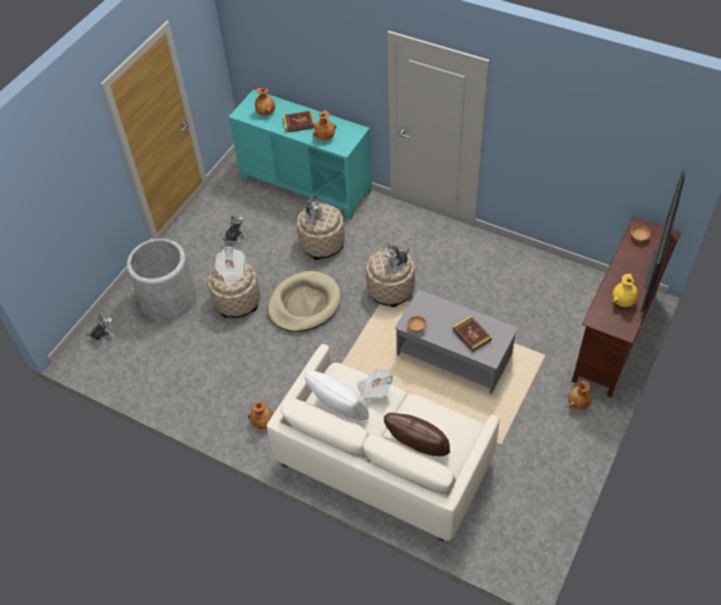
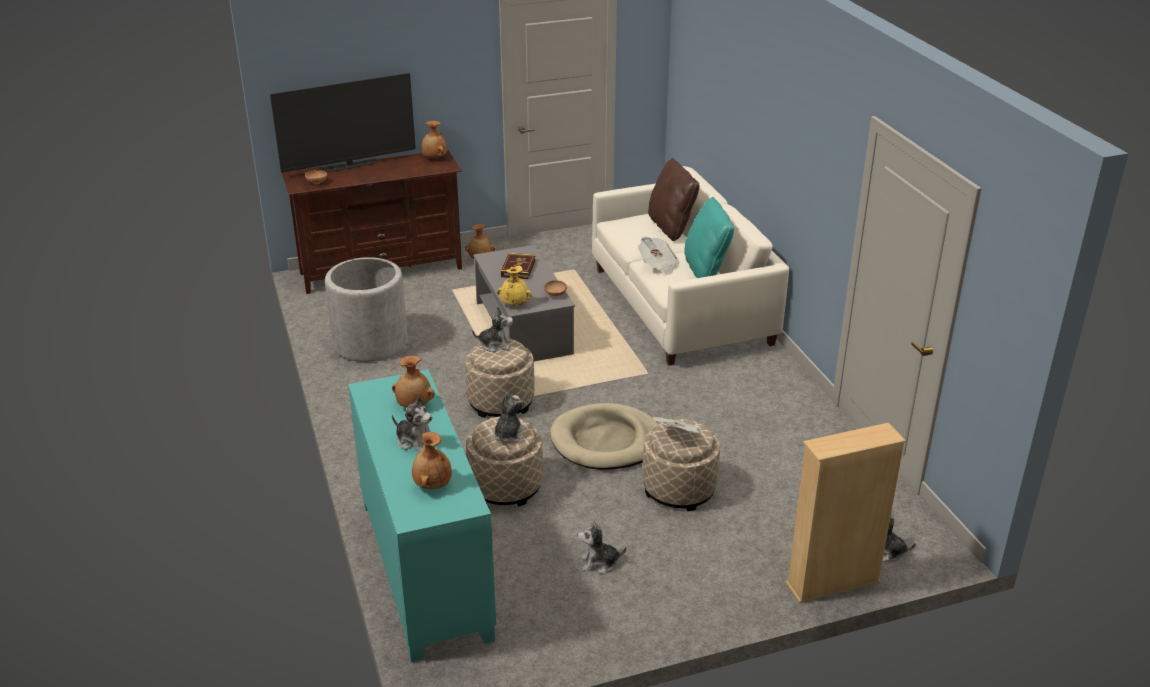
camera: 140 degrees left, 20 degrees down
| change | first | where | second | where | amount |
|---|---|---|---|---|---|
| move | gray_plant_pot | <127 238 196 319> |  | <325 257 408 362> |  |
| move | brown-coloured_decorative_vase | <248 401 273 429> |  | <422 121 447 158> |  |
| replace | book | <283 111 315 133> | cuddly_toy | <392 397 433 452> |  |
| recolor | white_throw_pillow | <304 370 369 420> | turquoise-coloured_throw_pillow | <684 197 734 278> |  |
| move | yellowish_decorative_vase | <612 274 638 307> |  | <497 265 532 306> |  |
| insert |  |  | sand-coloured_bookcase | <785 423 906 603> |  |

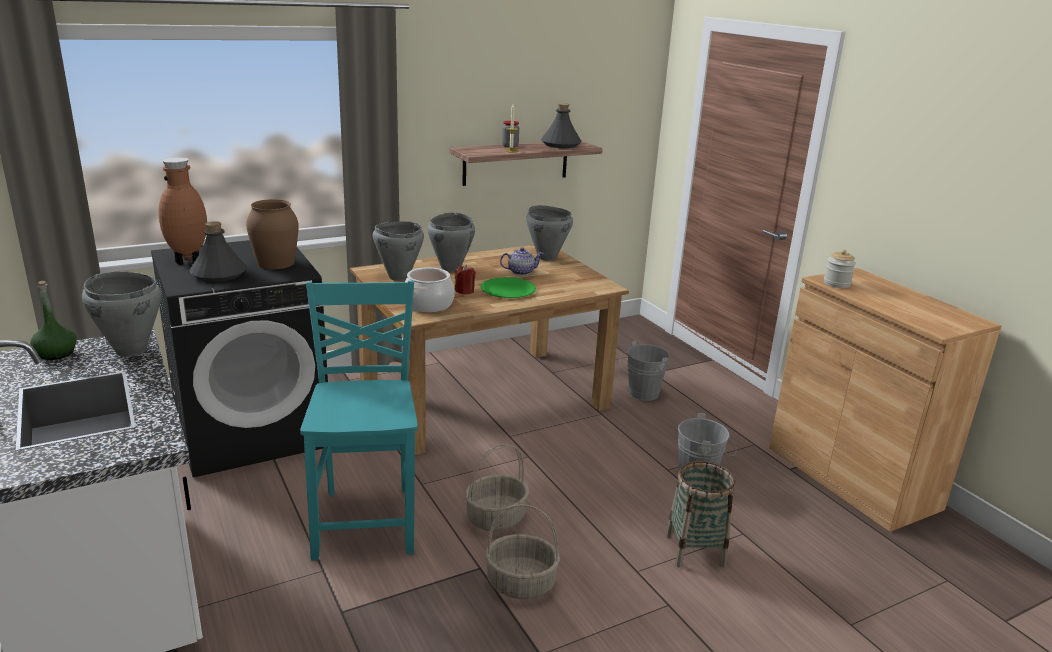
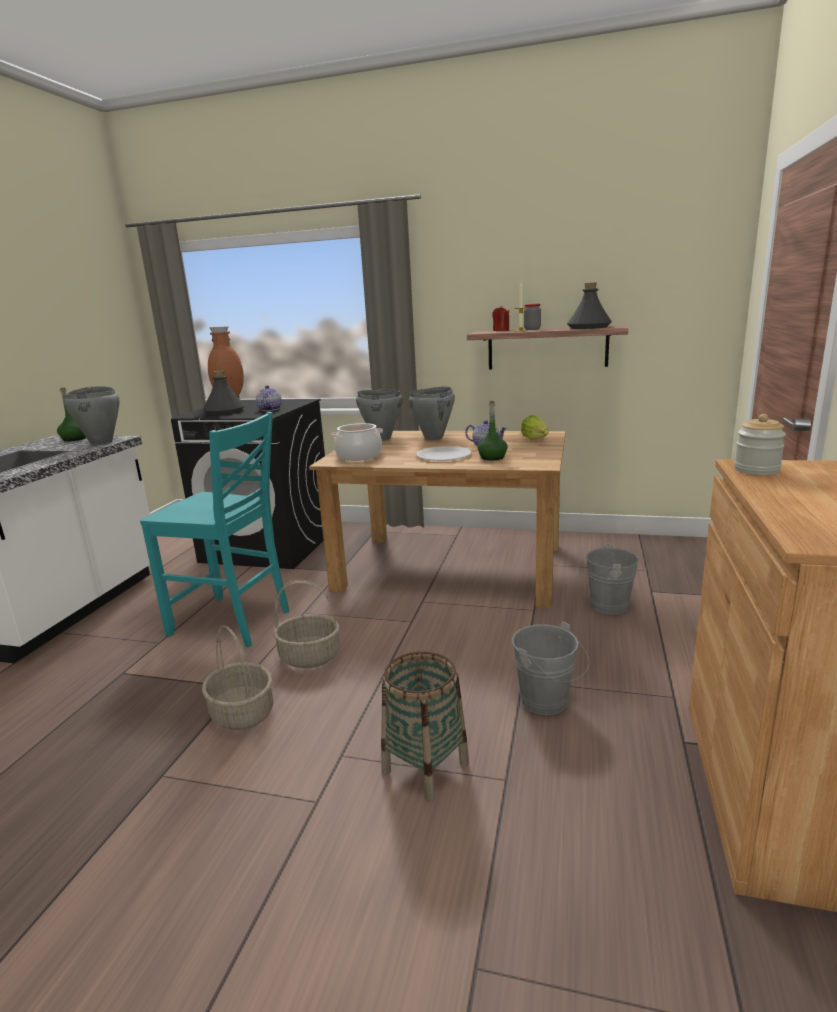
camera: 45 degrees right, 5 degrees down
| change | first | where | second | where | amount |
|---|---|---|---|---|---|
| replace | brown-coloured_decorative_vase | <246 199 299 269> | teapot | <256 385 282 411> |  |
| rotate | turquoise-coloured_upright_chair | <300 281 418 560> |  | <140 412 289 647> | 75 degrees clockwise |
| move | reddish_wax_light | <455 265 476 294> |  | <492 306 509 331> |  |
| recolor | green_dinner_plate | <481 277 536 298> | white_dinner_plate | <416 446 472 461> |  |
| replace | gray_stockpot | <526 205 573 261> | head_of_lettuce | <521 415 549 440> |  |
| insert |  |  | green_drink_bottle | <477 401 508 460> |  |

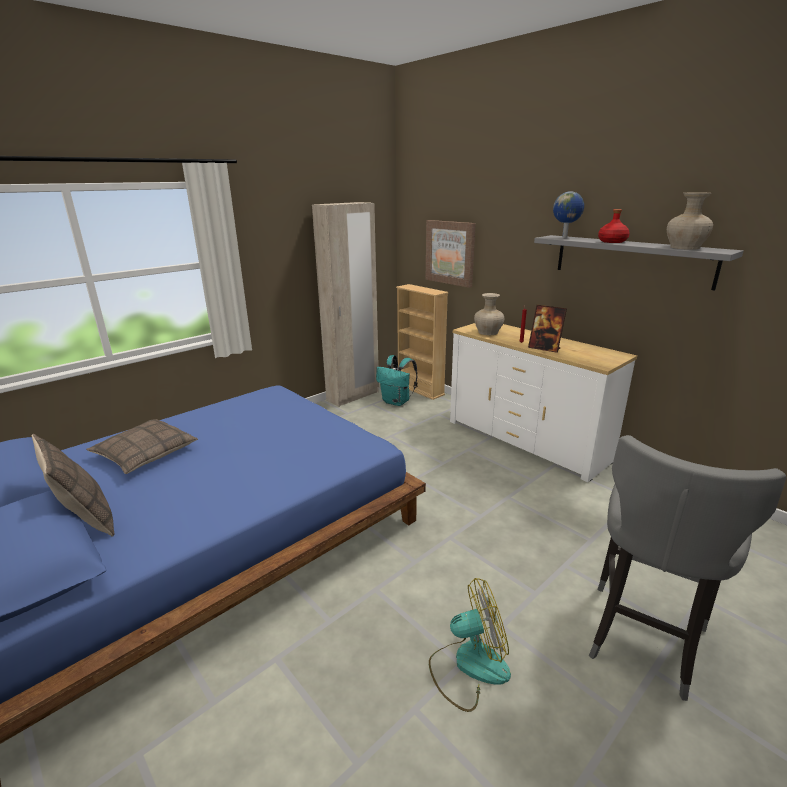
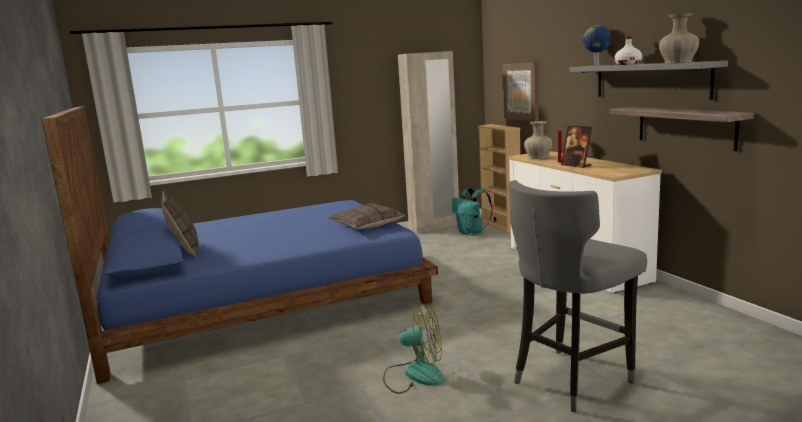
camera: 20 degrees right, 10 degrees down
| change | first | where | second | where | amount |
|---|---|---|---|---|---|
| move | throw_pillow | <86 419 198 474> |  | <327 203 406 229> |  |
| recolor | reddish_drink_bottle | <598 209 630 243> | white_drink_bottle | <614 35 642 65> |  |
| insert |  |  | shelf | <609 107 754 151> |  |

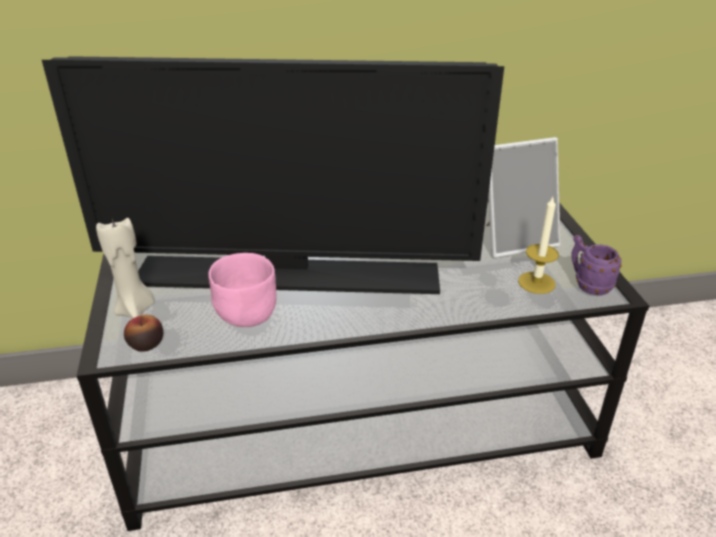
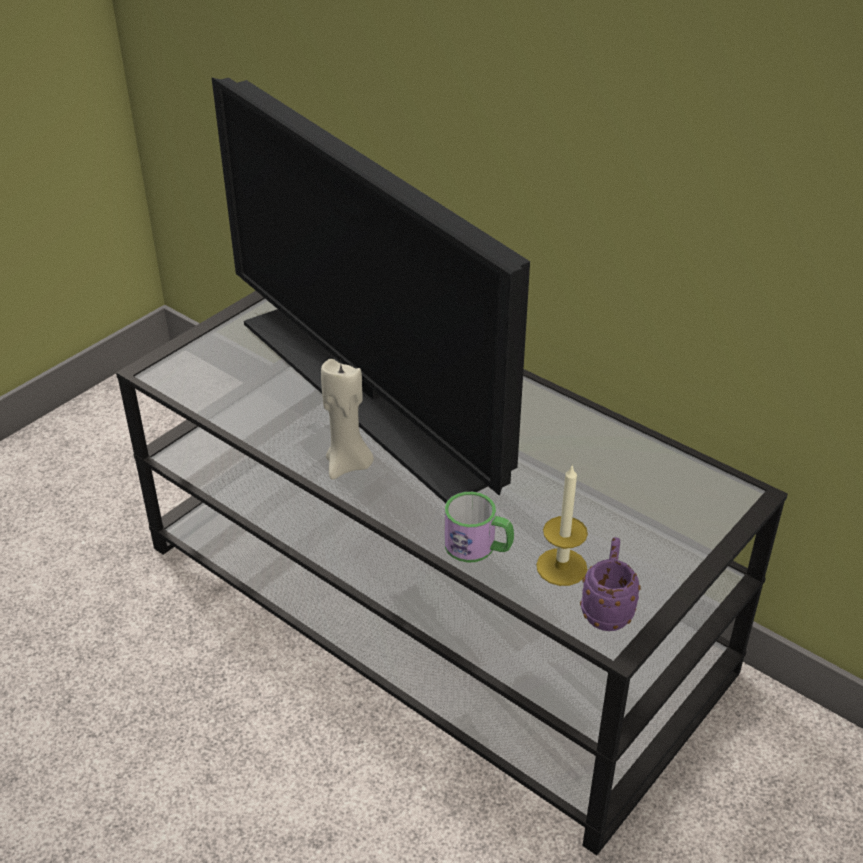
camera: 50 degrees right, 5 degrees up
| change | first | where | second | where | amount |
|---|---|---|---|---|---|
| move | sand-coloured_wax_light | <96 218 154 319> |  | <321 359 374 480> |  |
| delete | apple | <124 315 163 352> |  |  |  |
| delete | pink_deep_dish | <208 253 276 327> |  |  |  |
| delete | picture_frame | <486 137 560 258> |  |  |  |
| insert |  |  | mug | <444 492 514 562> |  |

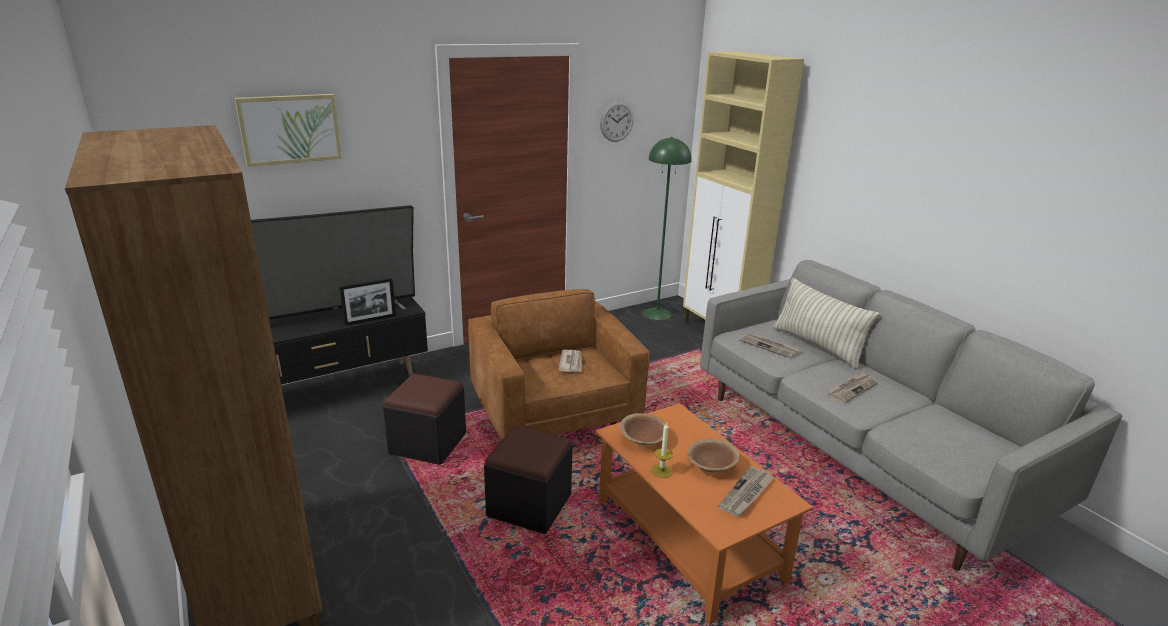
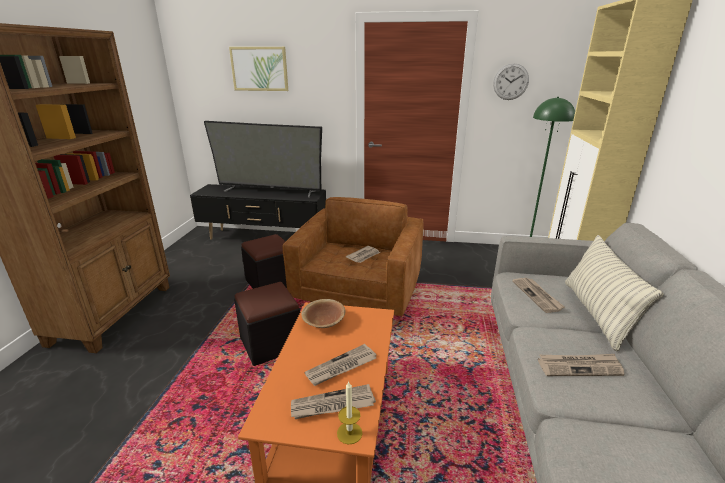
camera: 40 degrees right, 0 degrees up
| change | first | where | second | where | amount |
|---|---|---|---|---|---|
| delete | picture_frame | <339 278 396 326> |  |  |  |
| move | wax_light | <651 422 673 478> |  | <337 382 362 445> |  |
| replace | brown-coloured_deep_dish | <688 439 740 473> | printed_paper | <305 344 377 386> |  |

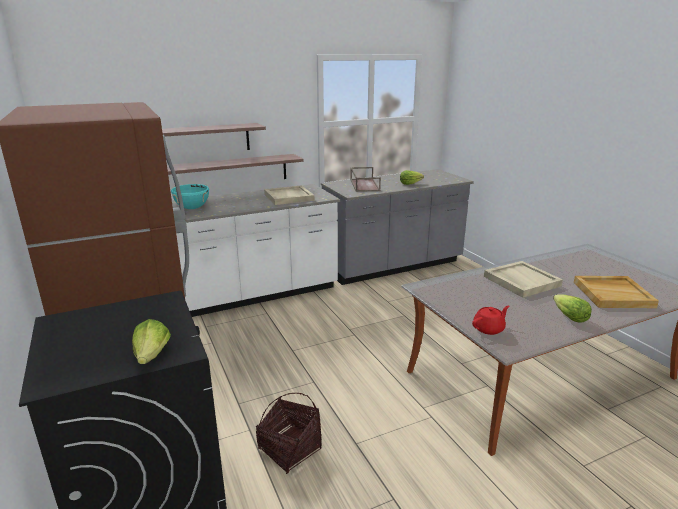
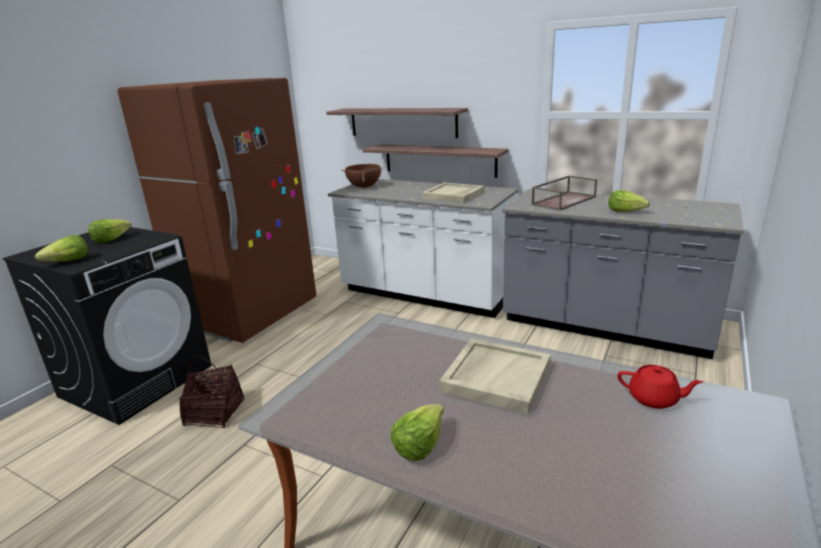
camera: 55 degrees right, 0 degrees up
| change | first | where | second | where | amount |
|---|---|---|---|---|---|
| recolor | turquoise-coloured_stockpot | <171 184 209 209> | brown-coloured_stockpot | <341 164 385 188> |  |
| move | reddish_teapot | <472 306 509 335> |  | <618 365 703 409> |  |
| delete | sand-coloured_tray | <574 276 659 308> |  |  |  |
| insert |  |  | head_of_lettuce | <88 219 131 243> |  |

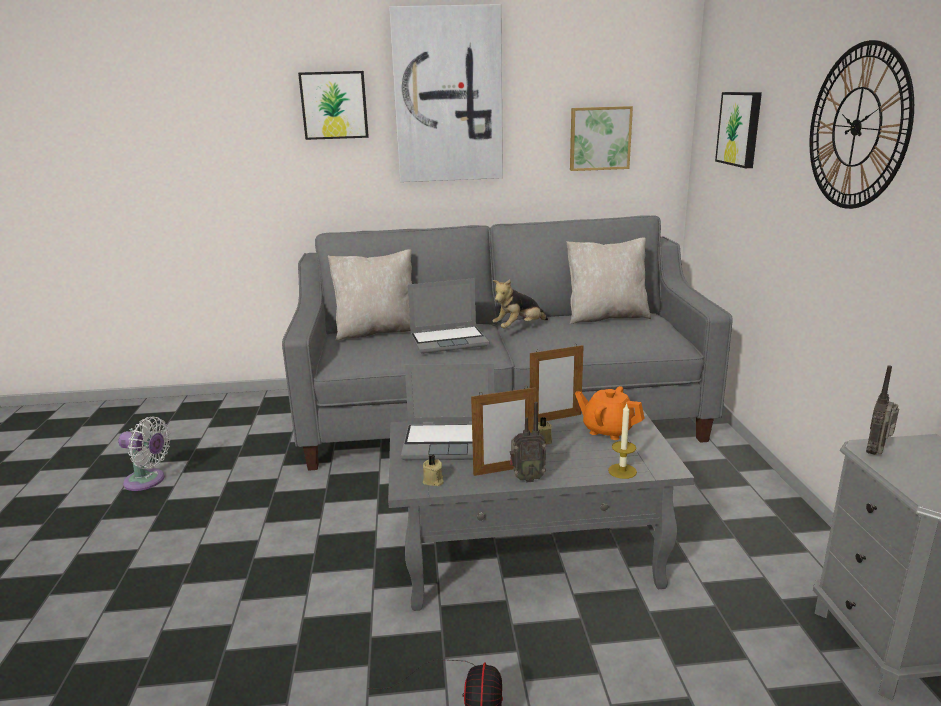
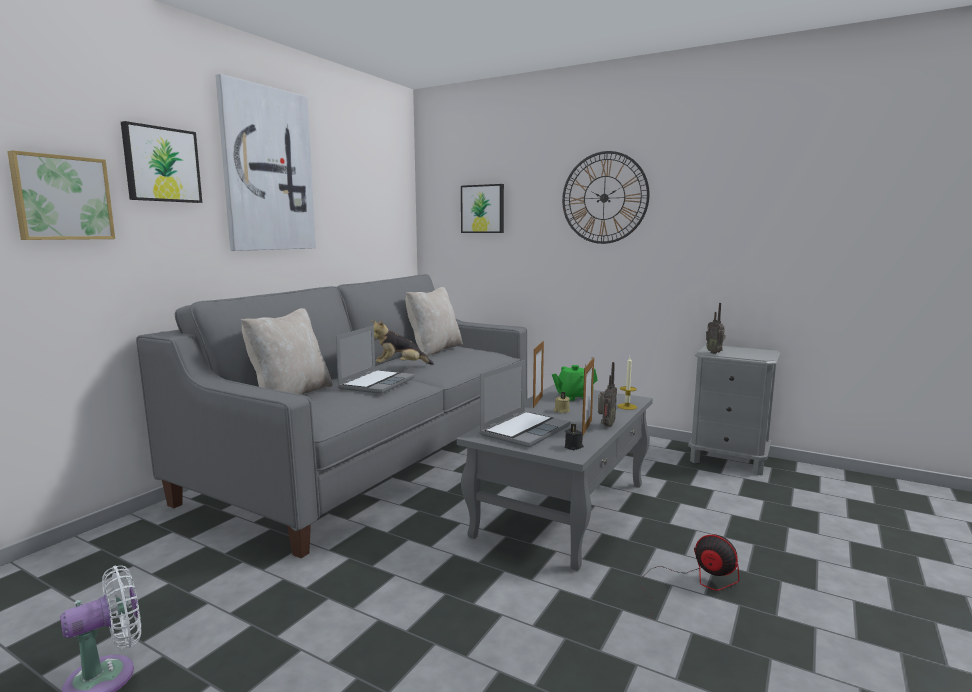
camera: 55 degrees left, 10 degrees down
| change | first | where | second | where | amount |
|---|---|---|---|---|---|
| recolor | sand-coloured_wax_light | <423 455 444 486> | black-coloured_wax_light | <565 423 584 450> |  |
| rotate | cuddly_toy | <492 280 548 328> |  | <371 320 434 365> | 75 degrees clockwise |
| move | wall_picture | <570 106 633 171> |  | <7 150 115 240> |  |
| recolor | orangey_teapot | <575 386 644 440> | green_teapot | <552 365 598 401> |  |

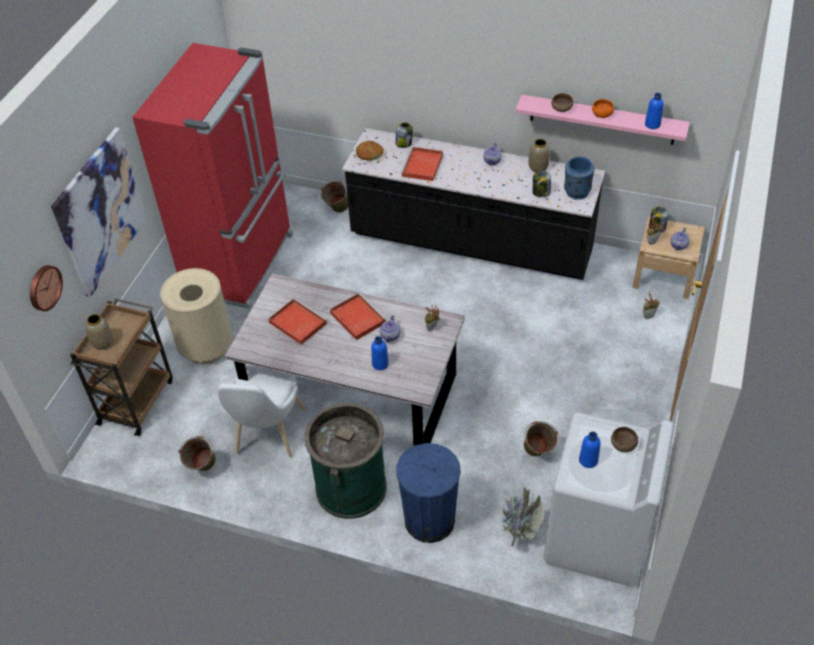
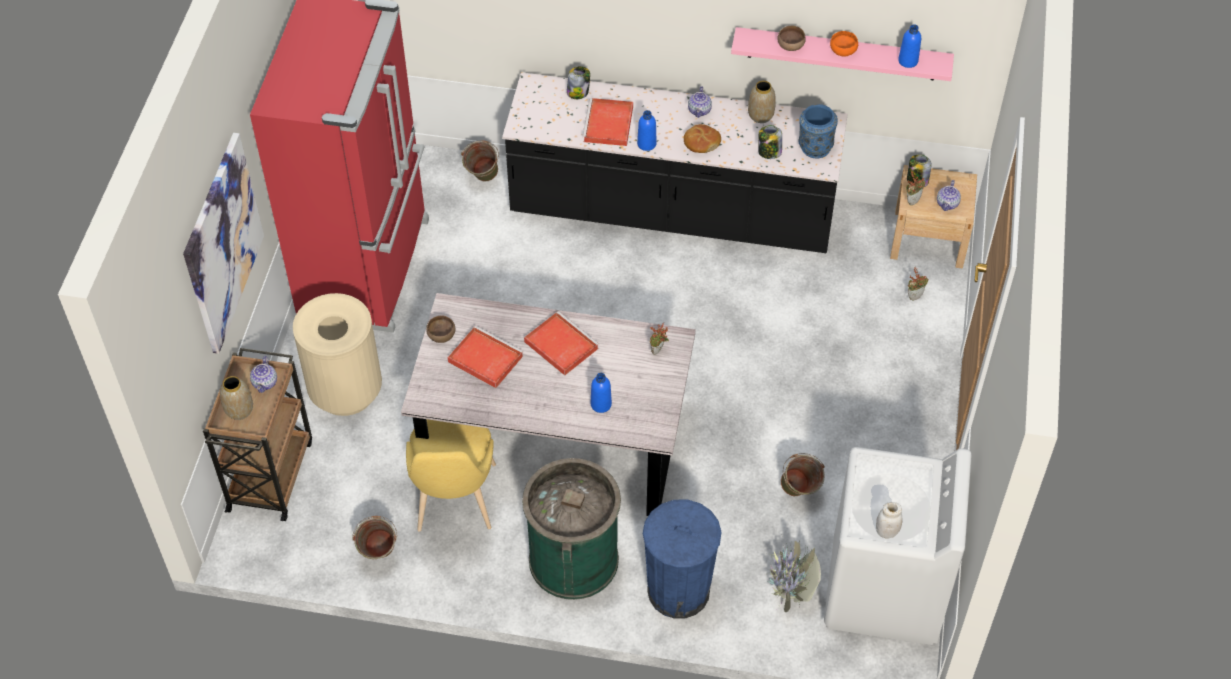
camera: 10 degrees left, 5 degrees up
| change | first | where | second | where | amount |
|---|---|---|---|---|---|
| delete | hanging_clock | <30 265 63 311> |  |  |  |
| recolor | white_upright_chair | <218 366 306 458> | yellowish_upright_chair | <406 419 496 531> |  |
| move | baked_bread | <356 141 384 160> |  | <684 124 721 153> |  |
| move | teapot | <380 315 401 343> |  | <250 356 277 393> |  |
| move | bluish_drink_bottle | <579 431 601 468> |  | <637 110 657 151> |  |
| move | brown-coloured_deep_dish | <611 427 638 452> |  | <426 315 456 343> |  |
| insert |  |  | white_storage_jar | <876 502 902 538> |  |

